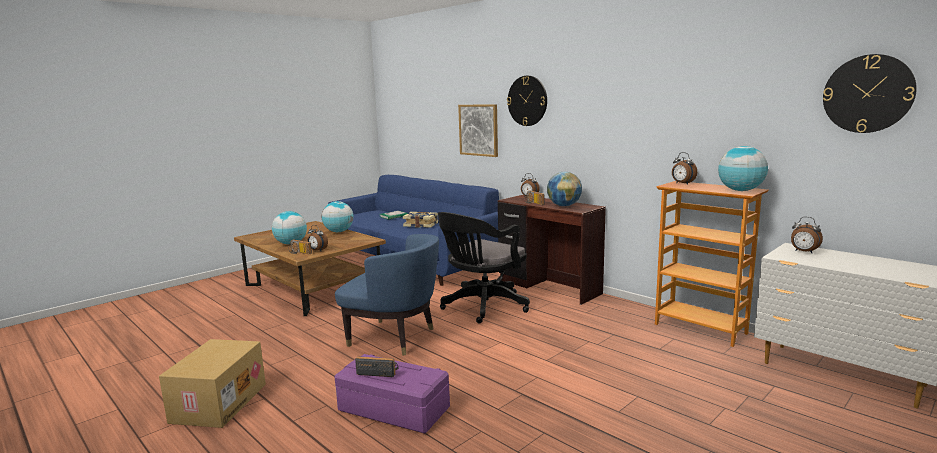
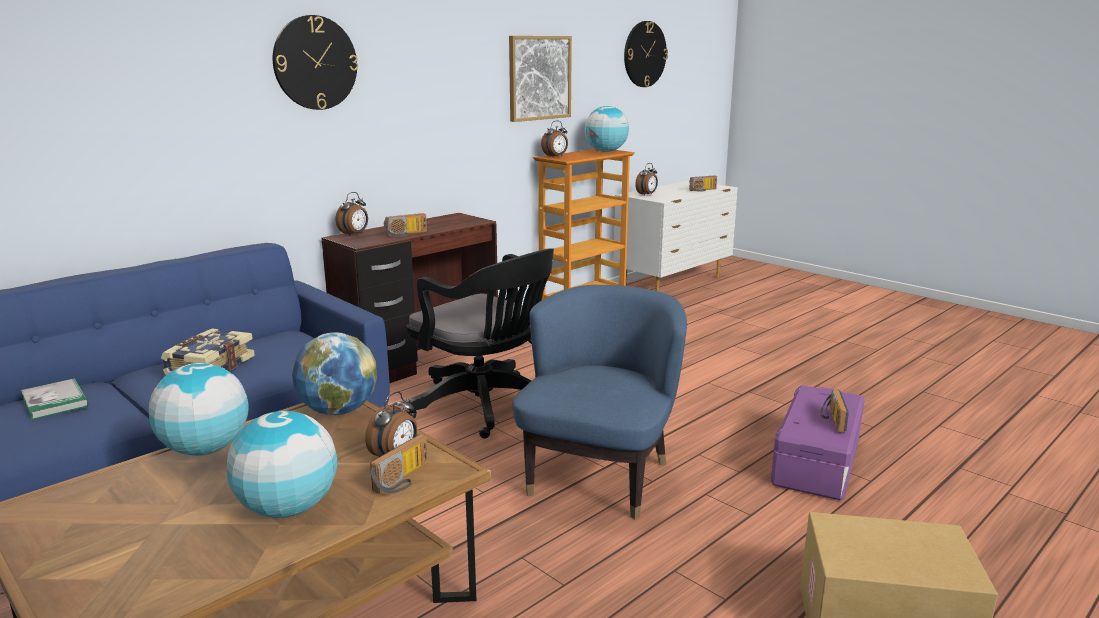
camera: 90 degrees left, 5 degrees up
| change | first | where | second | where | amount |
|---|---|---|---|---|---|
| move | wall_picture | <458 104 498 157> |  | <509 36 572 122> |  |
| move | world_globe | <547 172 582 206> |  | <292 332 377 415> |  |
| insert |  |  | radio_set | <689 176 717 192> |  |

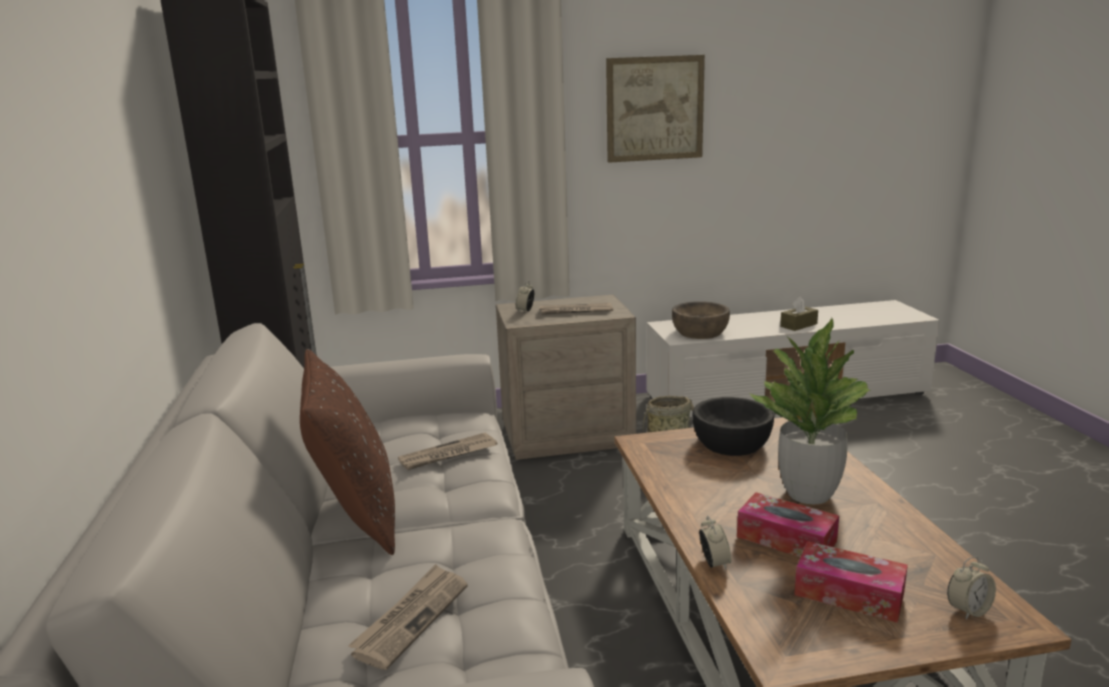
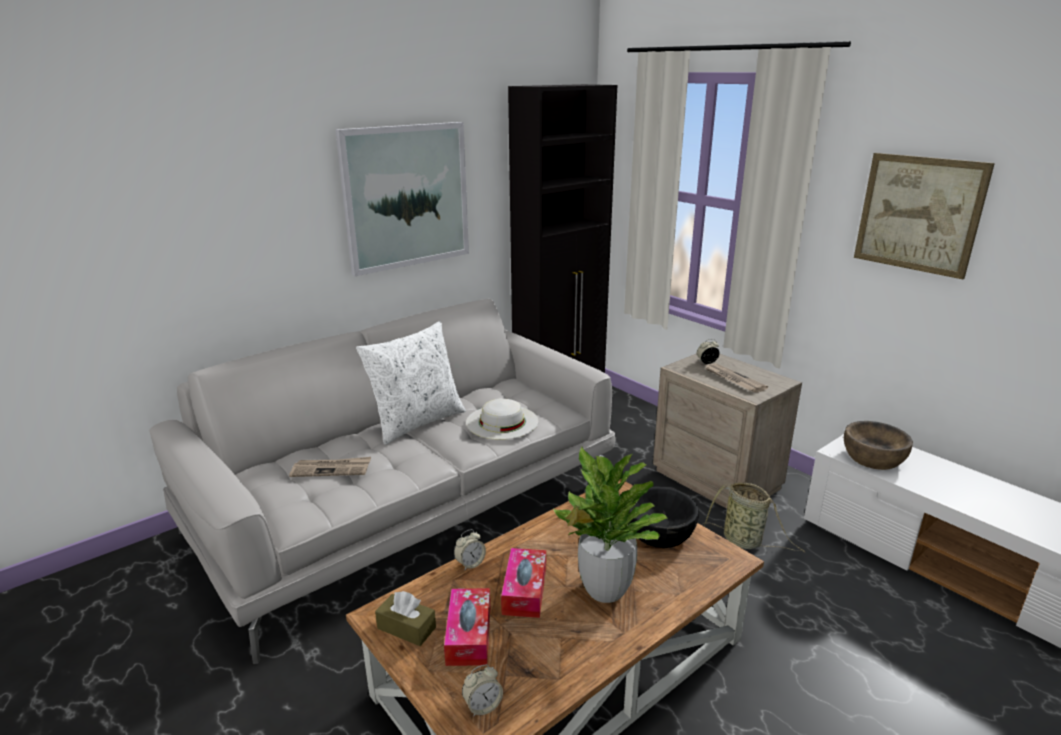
camera: 60 degrees right, 5 degrees up
| change | first | where | second | where | amount |
|---|---|---|---|---|---|
| recolor | brown-coloured_throw_pillow | <300 349 395 555> | white_throw_pillow | <356 321 466 445> |  |
| replace | printed_paper | <398 433 498 470> | white_wearable_hat | <466 399 538 440> |  |
| move | brown-coloured_tissue_holder | <780 297 818 331> |  | <375 591 436 646> |  |
| rotate | alarm_clock | <947 556 996 620> |  | <462 664 503 717> | 60 degrees counterclockwise |
| insert |  |  | wall_picture | <335 122 469 276> |  |

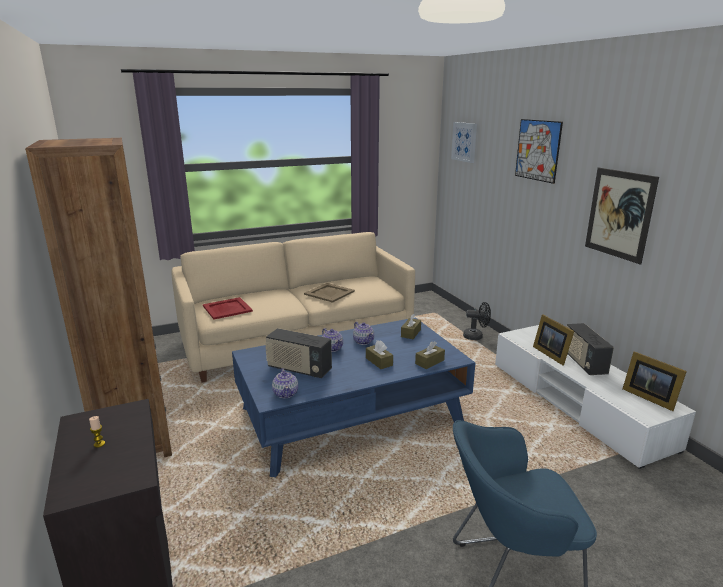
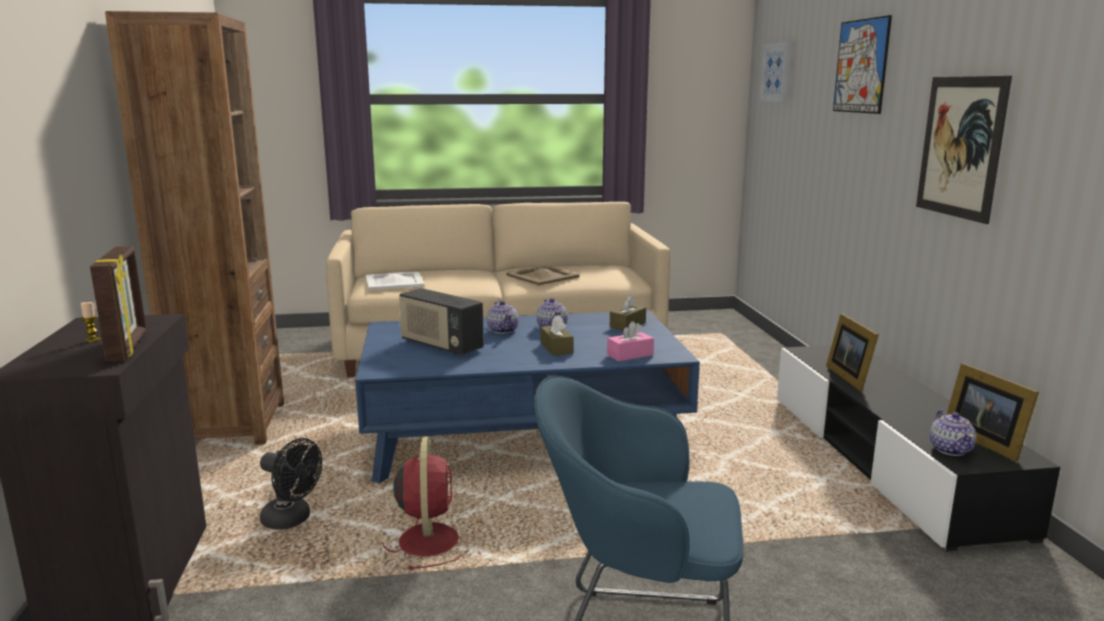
camera: 15 degrees right, 5 degrees down
| change | first | where | second | where | amount |
|---|---|---|---|---|---|
| recolor | reddish_tray | <203 297 253 320> | white_tray | <366 272 424 290> |  |
| move | teapot | <272 368 298 398> |  | <930 410 976 456> |  |
| recolor | brown-coloured_tissue_holder | <415 341 445 369> | pink_tissue_holder | <607 321 654 361> |  |
| move | black-coloured_fan | <463 302 491 340> |  | <260 438 322 530> |  |
| recolor | white_tv_stand | <495 325 696 469> | black-coloured_tv_stand | <777 345 1060 552> |  |
| delete | radio_set | <566 323 614 375> |  |  |  |
| insert |  |  | picture_frame | <90 246 147 362> |  |
| insert |  |  | reddish_fan | <382 437 469 570> |  |

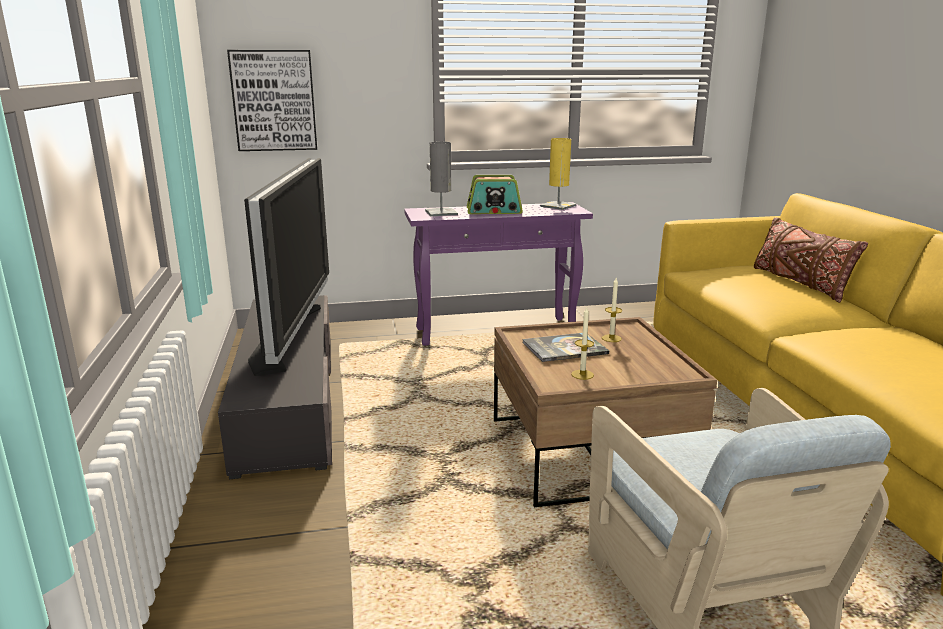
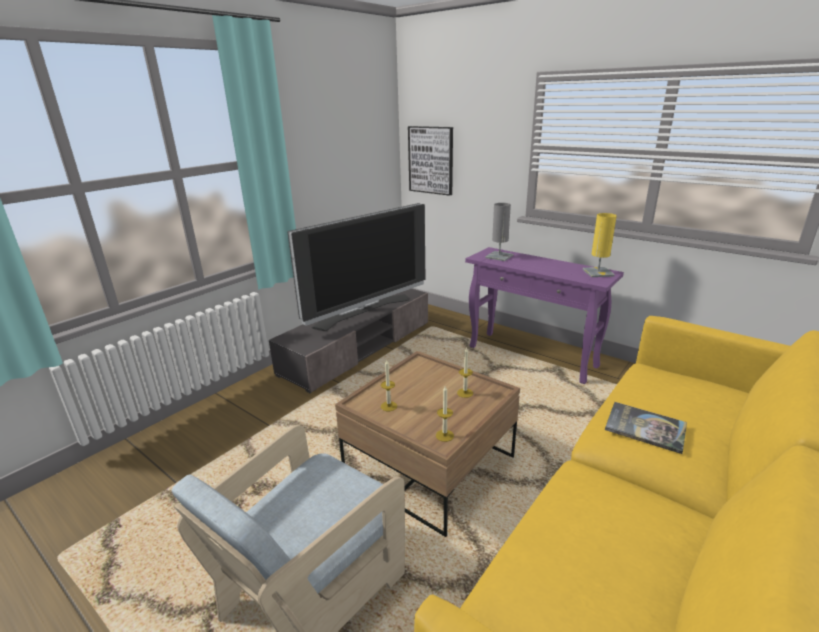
camera: 50 degrees right, 5 degrees up
| change | first | where | second | where | amount |
|---|---|---|---|---|---|
| delete | radio_set | <467 175 523 214> |  |  |  |
| move | book | <522 333 609 362> |  | <605 402 687 454> |  |
| delete | brown-coloured_throw_pillow | <754 217 868 303> |  |  |  |
| insert |  |  | wax_light | <436 386 454 442> |  |

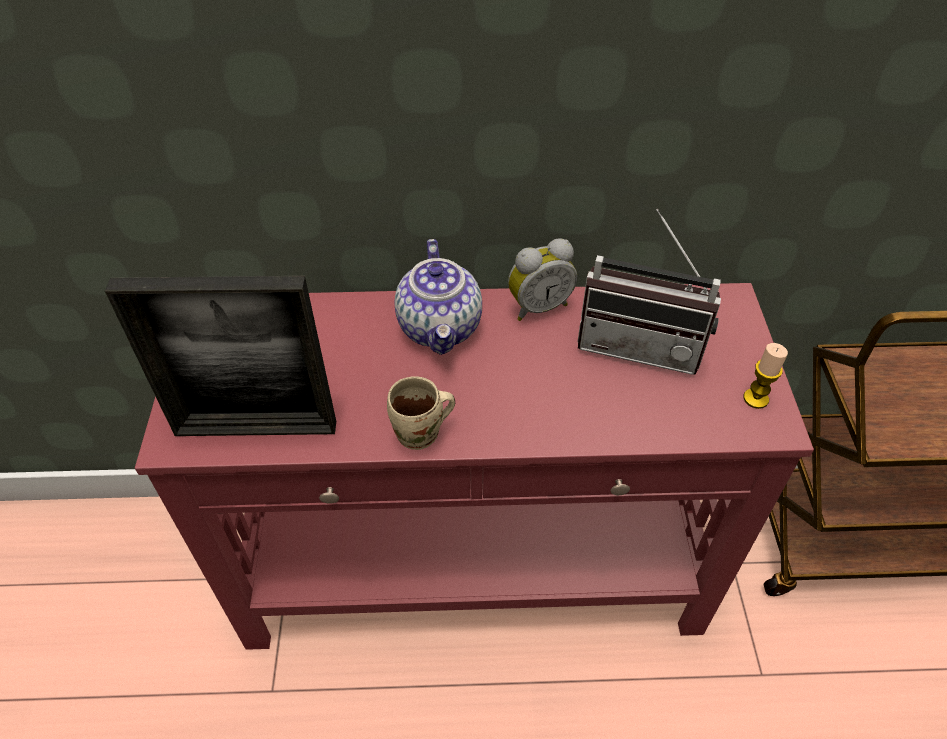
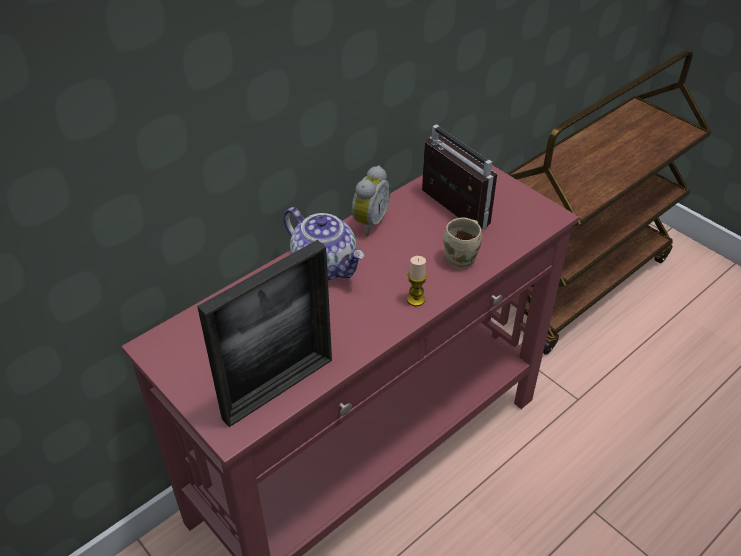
camera: 40 degrees left, 5 degrees down
| change | first | where | second | where | amount |
|---|---|---|---|---|---|
| move | sand-coloured_mug | <387 376 455 450> |  | <444 218 482 269> |  |
| rotate | radio_set | <577 209 721 375> |  | <422 124 497 230> | 105 degrees counterclockwise |
| move | wax_light | <743 343 788 409> |  | <407 256 427 306> |  |

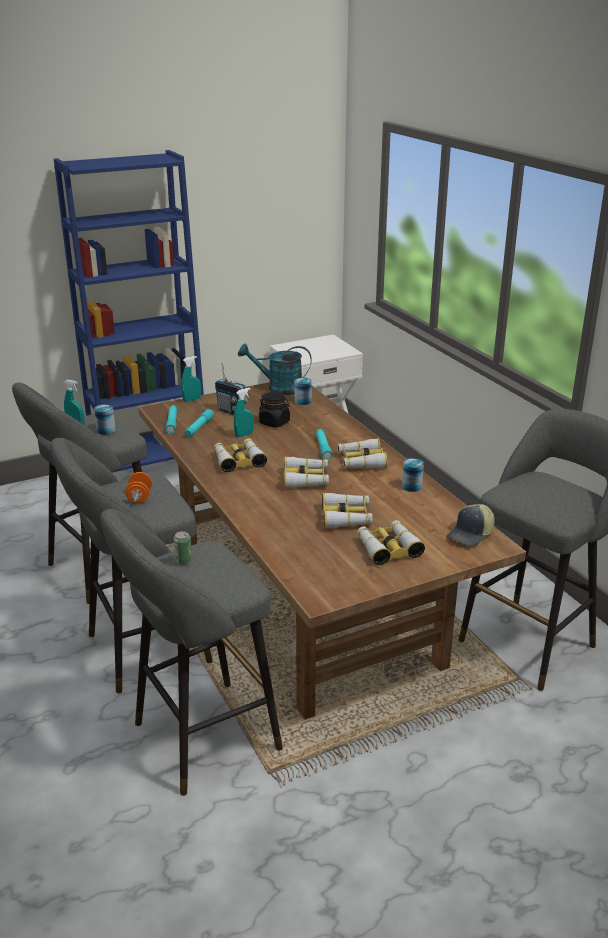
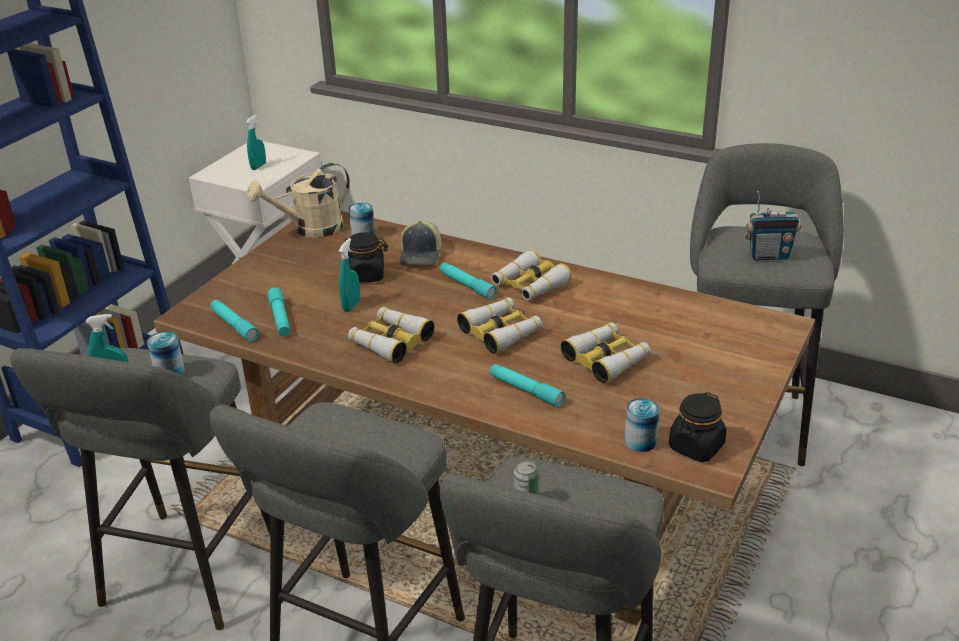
camera: 35 degrees left, 5 degrees up
| change | first | where | second | where | amount |
|---|---|---|---|---|---|
| delete | orangey_hand_weight | <125 472 152 503> |  |  |  |
| move | turquoise-coloured_sprayer | <181 356 201 402> |  | <246 114 266 170> |  |
| move | radio_set | <215 363 249 415> |  | <745 191 801 260> |  |
| recolor | turquoise-coloured_watering_can | <238 343 312 395> | sand-coloured_watering_can | <247 163 350 238> |  |
| delete | field_glasses | <357 520 425 565> |  |  |  |
| move | metal_can | <402 458 424 492> |  | <624 398 659 452> |  |
| move | cap | <446 504 495 547> |  | <400 220 442 265> |  |
| insert |  |  | turquoise-coloured_hand_torch | <490 364 565 407> |  |
| insert |  |  | black-coloured_storage_jar | <669 392 727 462> |  |

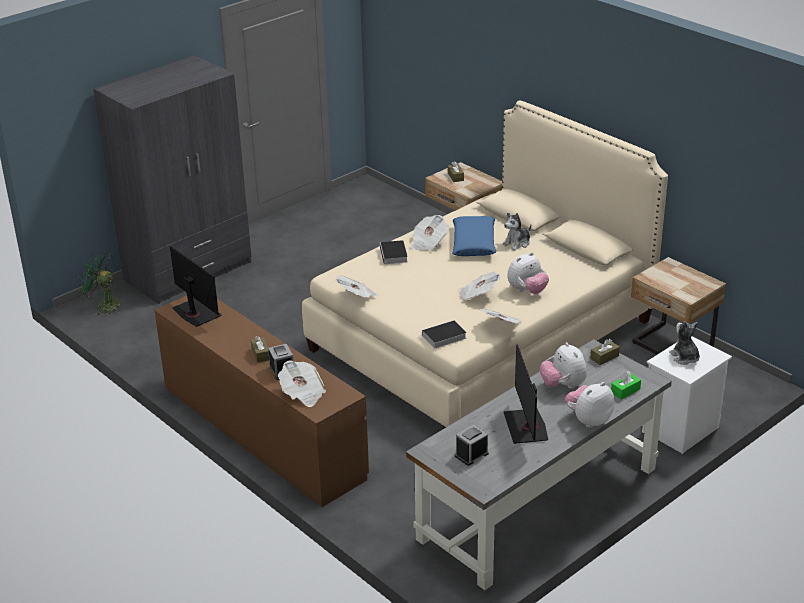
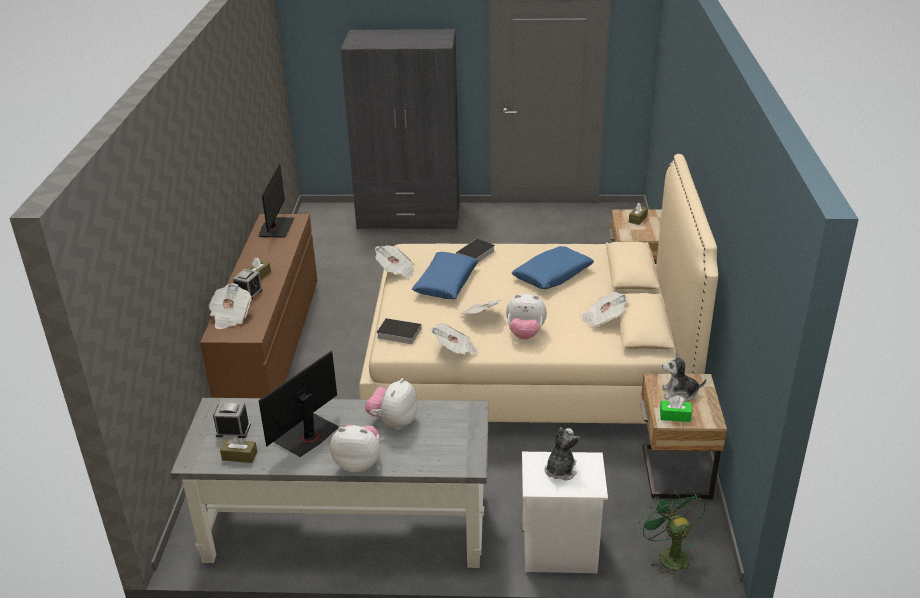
camera: 45 degrees right, 0 degrees up
| change | first | where | second | where | amount |
|---|---|---|---|---|---|
| move | green_fan | <77 250 121 316> |  | <638 488 706 579> |  |
| move | printed_paper | <411 215 449 251> |  | <580 292 628 328> |  |
| move | cuddly_toy | <503 213 531 251> |  | <662 352 706 402> |  |
| move | brown-coloured_tissue_holder | <590 339 620 365> |  | <220 436 257 463> |  |
| move | green_tissue_holder | <611 371 641 399> |  | <660 396 692 422> |  |
| insert |  |  | bluish_throw_pillow | <412 252 479 299> |  |

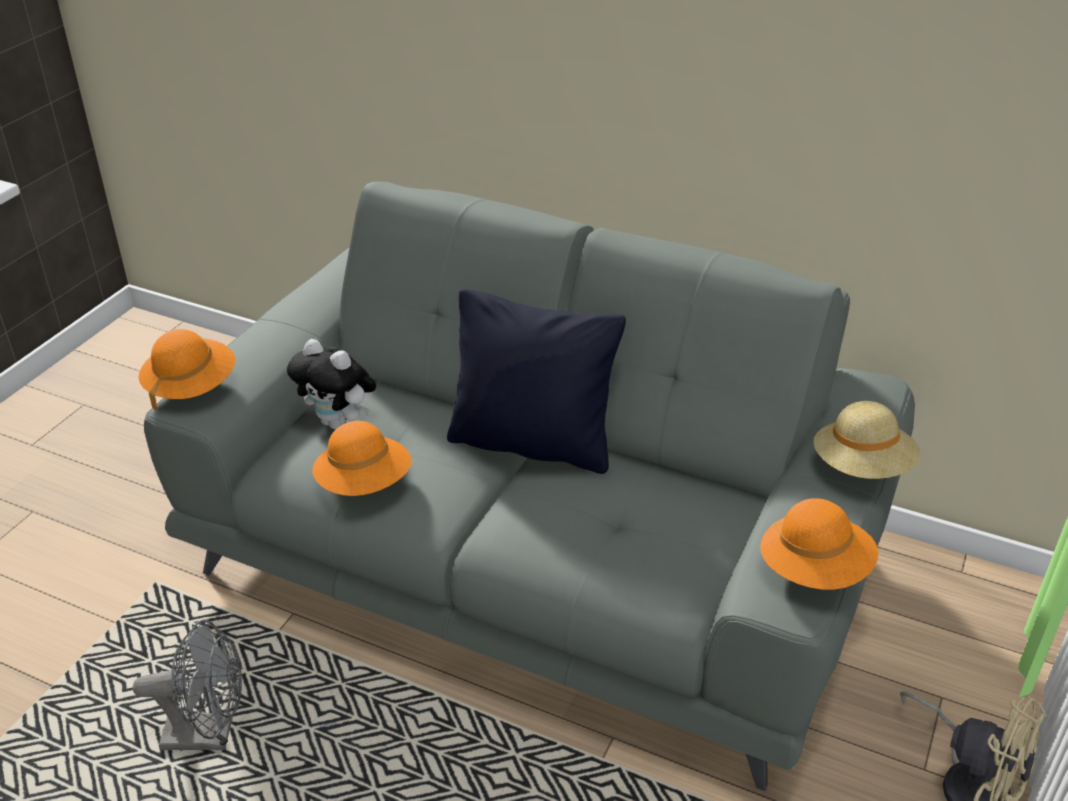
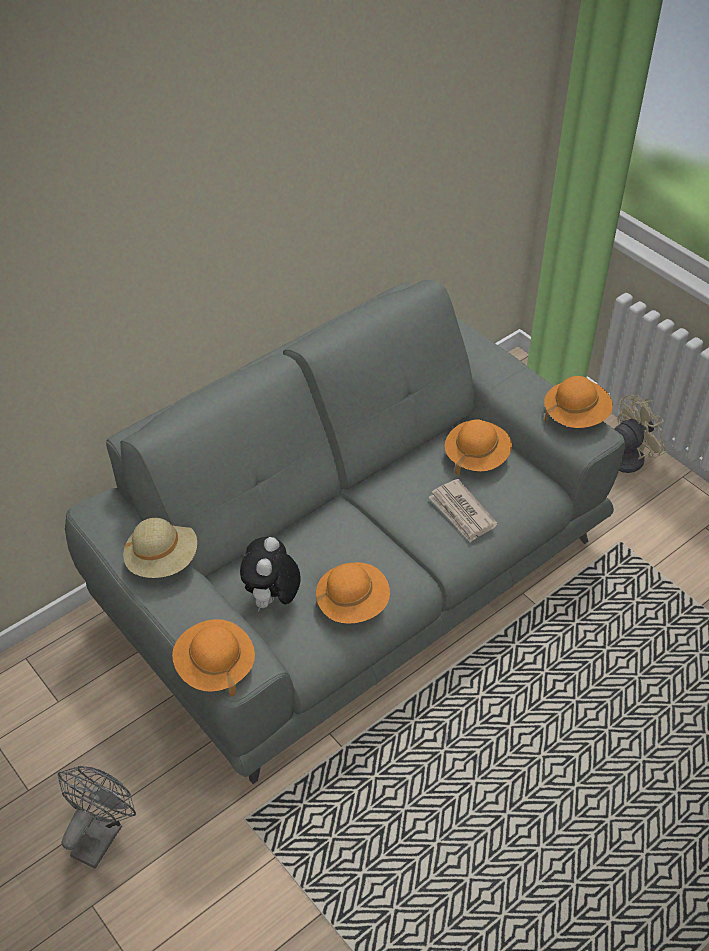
camera: 65 degrees left, 10 degrees up
| change | first | where | second | where | amount |
|---|---|---|---|---|---|
| move | gray_fan | <133 619 242 750> |  | <58 766 136 868> |  |
| rotate | cuddly_toy | <287 339 376 430> |  | <240 537 301 611> | 135 degrees clockwise |
| delete | black-coloured_throw_pillow | <447 289 626 474> |  |  |  |
| move | sand-coloured_wearable_hat | <813 401 921 479> |  | <123 518 197 578> |  |
| insert |  |  | printed_paper | <429 479 498 543> |  |
| insert |  |  | orangey_wearable_hat | <445 419 512 476> |  |

